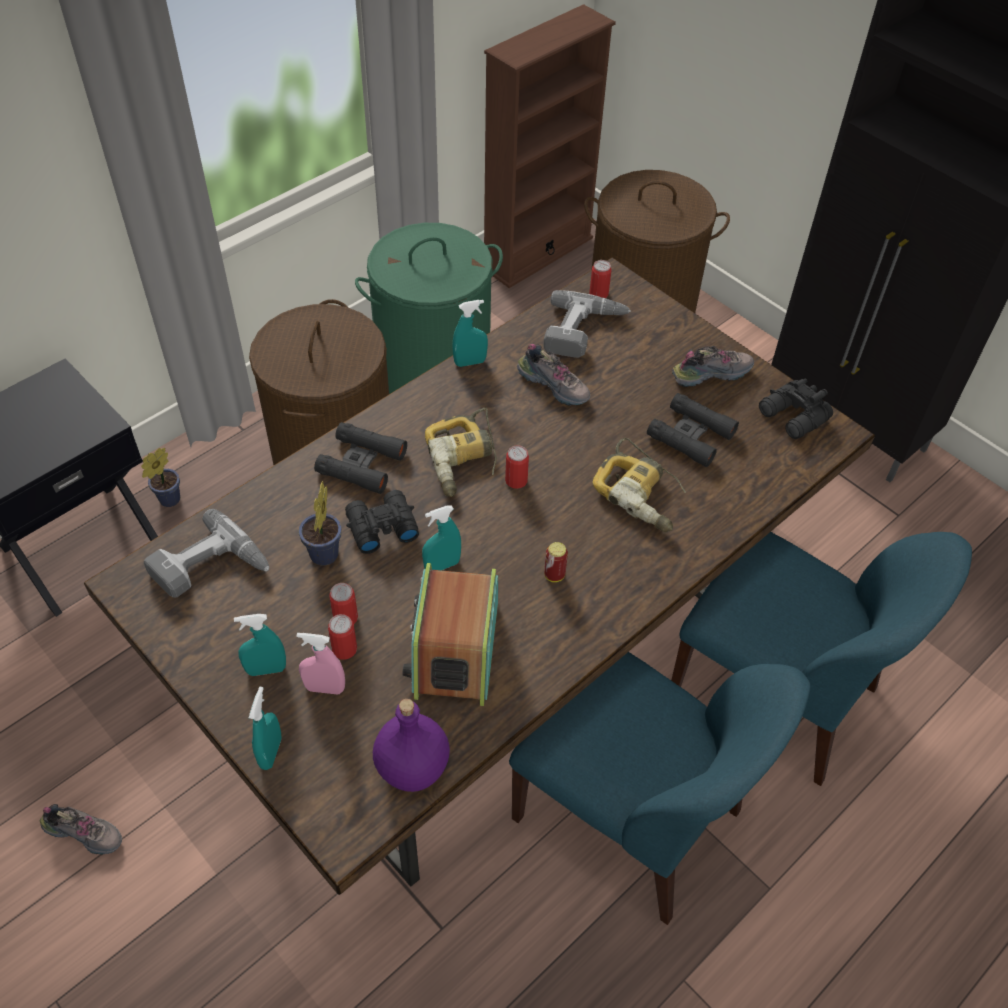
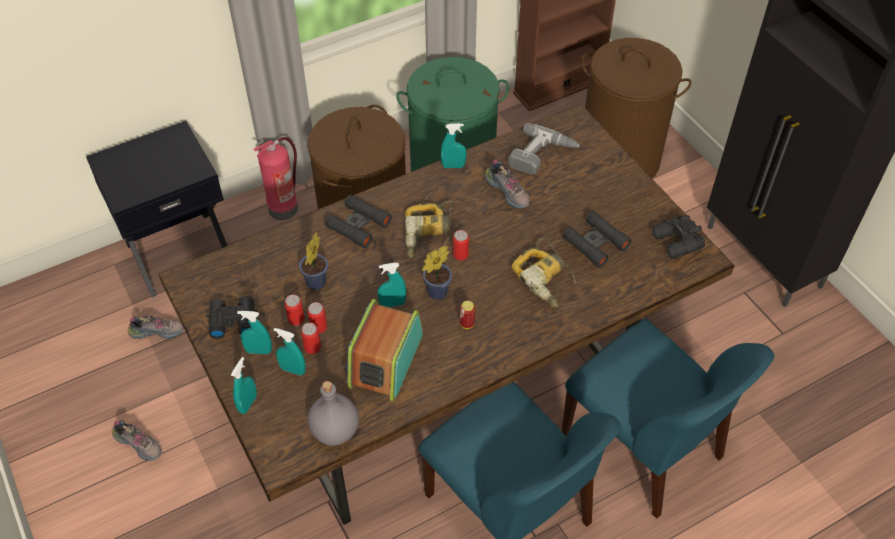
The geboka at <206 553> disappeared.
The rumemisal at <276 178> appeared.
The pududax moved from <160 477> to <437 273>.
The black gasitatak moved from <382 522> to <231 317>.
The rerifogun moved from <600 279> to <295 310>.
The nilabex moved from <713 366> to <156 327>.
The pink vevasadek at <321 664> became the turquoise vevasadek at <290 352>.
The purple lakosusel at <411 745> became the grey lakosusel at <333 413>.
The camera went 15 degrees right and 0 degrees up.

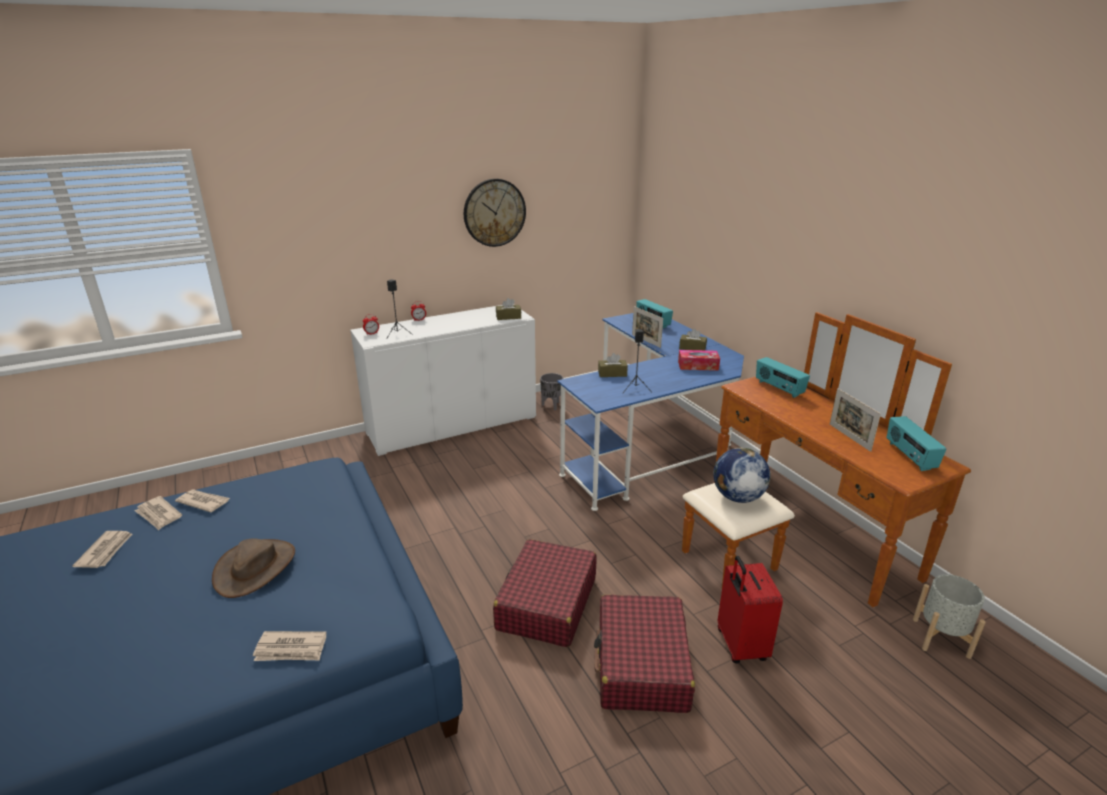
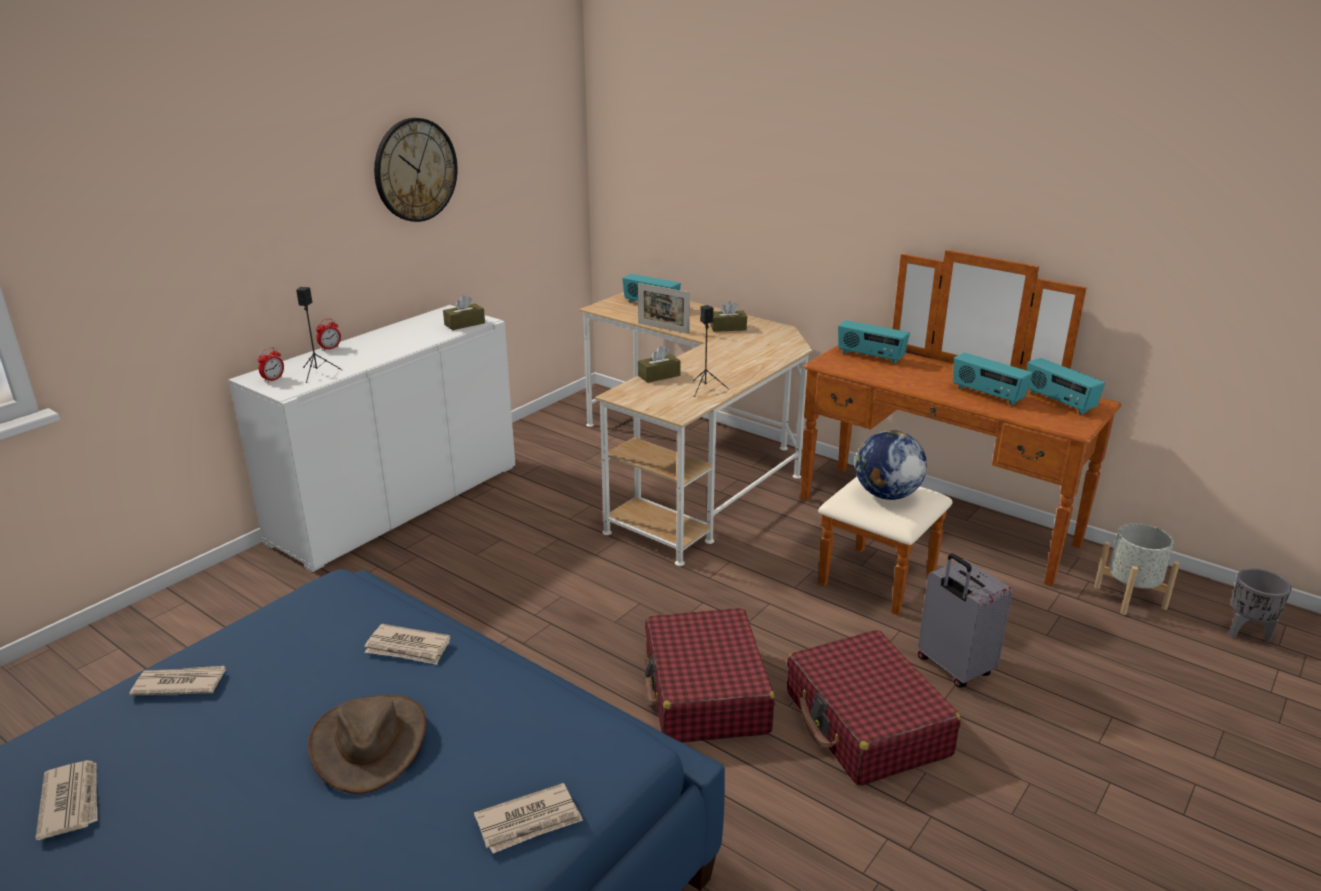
The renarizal at <699 360> disappeared.
The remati moved from <158 513> to <407 644>.
The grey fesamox moved from <552 391> to <1260 605>.
The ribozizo at <855 420> was replaced by the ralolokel at <992 379>.
The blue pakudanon at <651 412> became the beige pakudanon at <696 429>.
The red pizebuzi at <750 609> became the grey pizebuzi at <965 620>.
The camera went 25 degrees left and 0 degrees up.

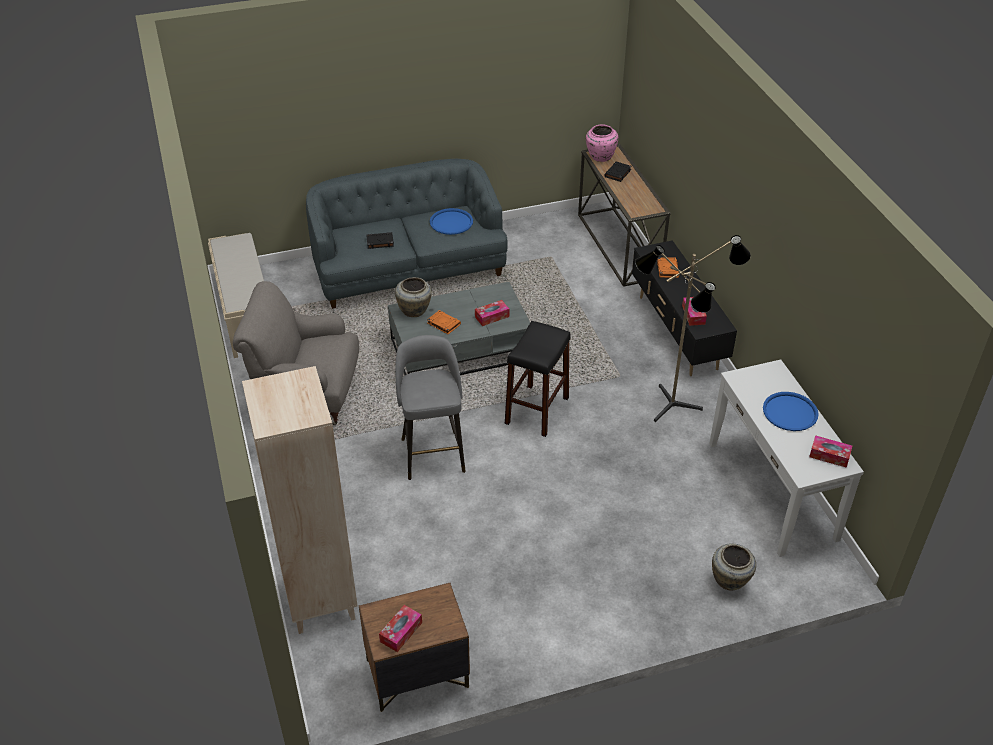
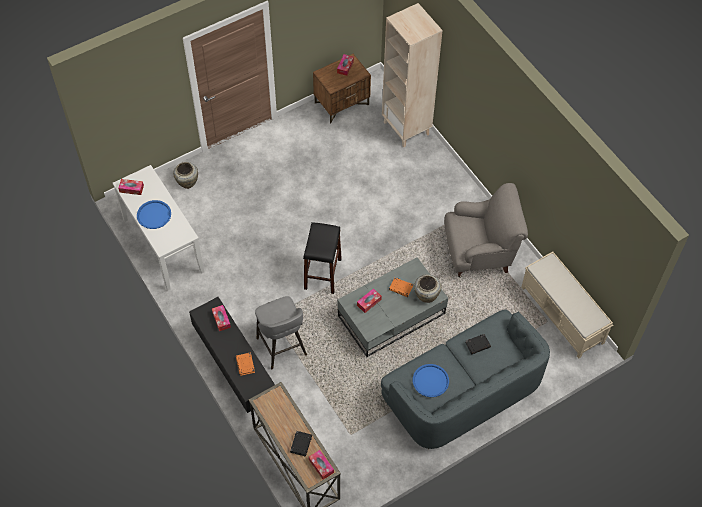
The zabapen at <693 328> disappeared.
The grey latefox moved from <430 407> to <281 333>.
The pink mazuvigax at <602 143> was replaced by the renarizal at <321 465>.
The camera went 165 degrees right and 15 degrees up.

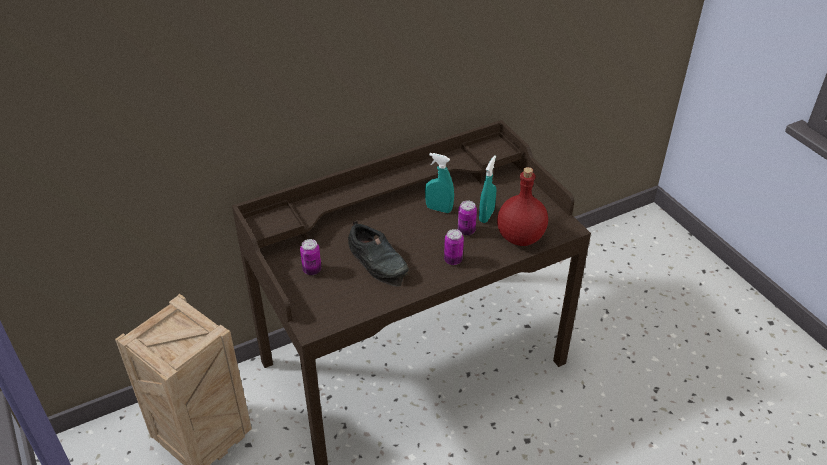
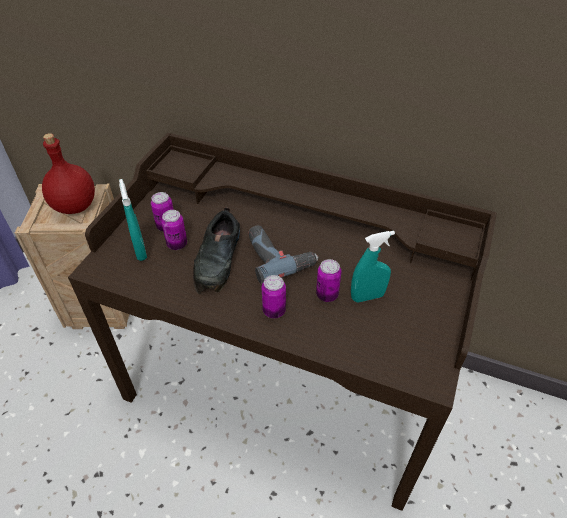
The rerifogun at <174 230> appeared.
The geboka at <283 255> appeared.
The turquoise vevasadek moved from <439 183> to <133 220>.
The red lakosusel moved from <522 206> to <68 173>.
The camera went 50 degrees right and 5 degrees up.

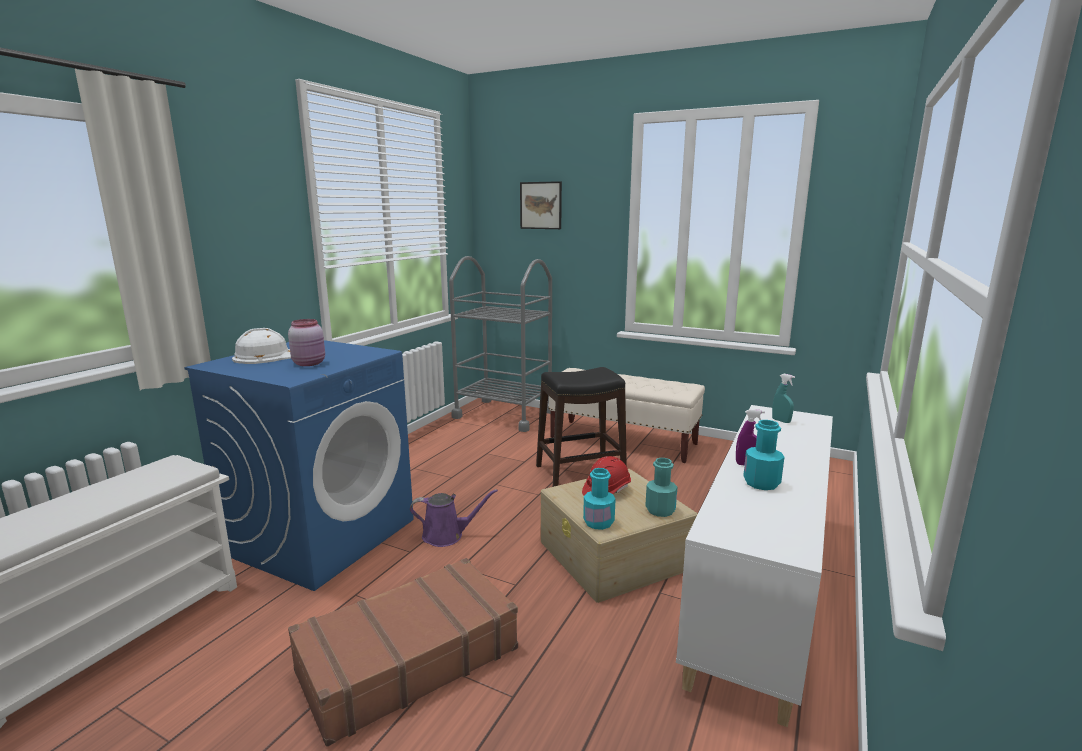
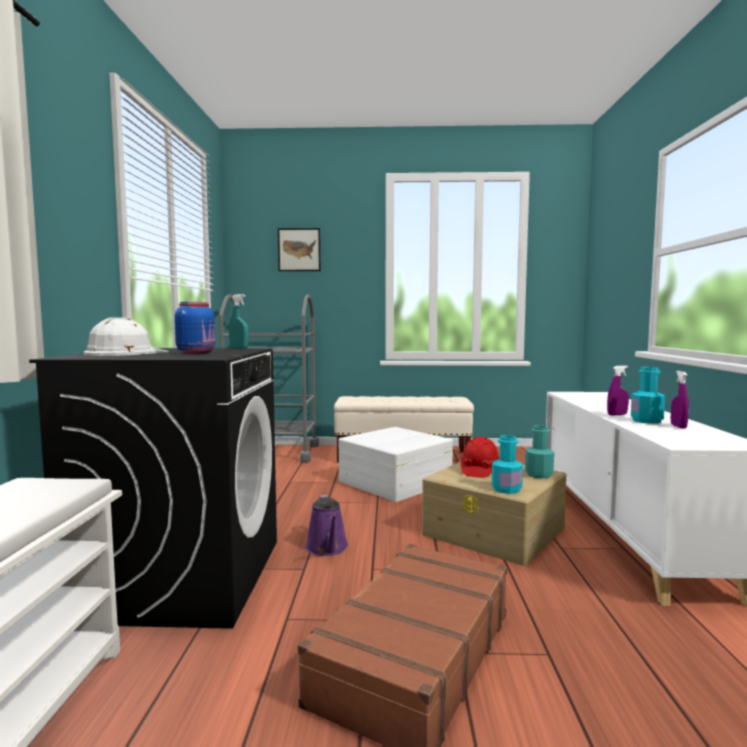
The purple vevasadek at <680 399> appeared.
The turquoise vevasadek moved from <783 398> to <239 321>.
The black latefox at <581 427> was replaced by the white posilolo at <396 464>.
The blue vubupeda at <299 465> became the black vubupeda at <153 488>.
The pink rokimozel at <306 342> became the blue rokimozel at <194 328>.
The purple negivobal at <454 518> turned 105 degrees clockwise.
The camera went 25 degrees left and 10 degrees down.

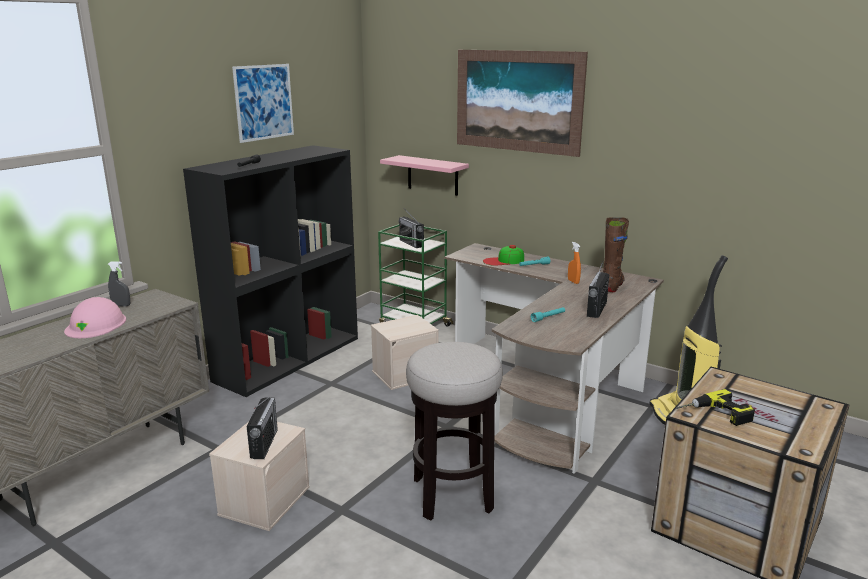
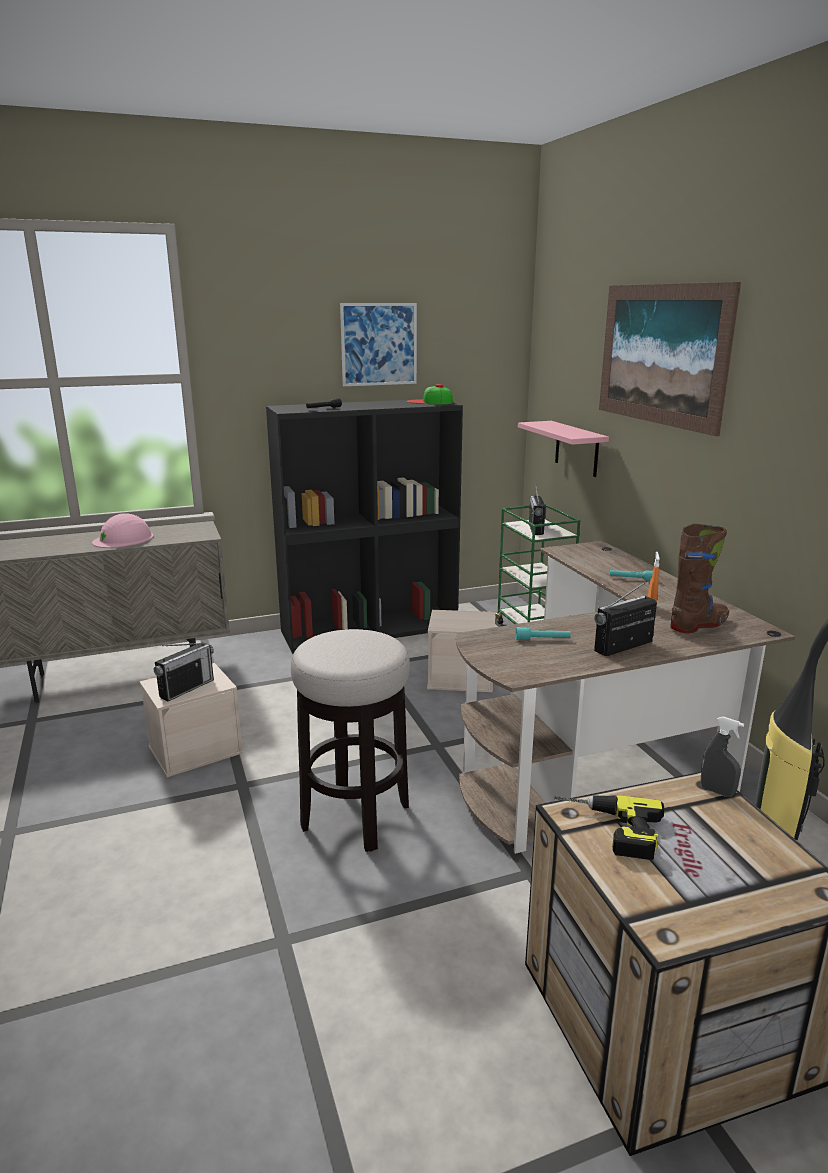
The grey vevasadek moved from <119 284> to <722 757>.
The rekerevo moved from <503 255> to <429 394>.
The camera went 35 degrees right and 0 degrees up.

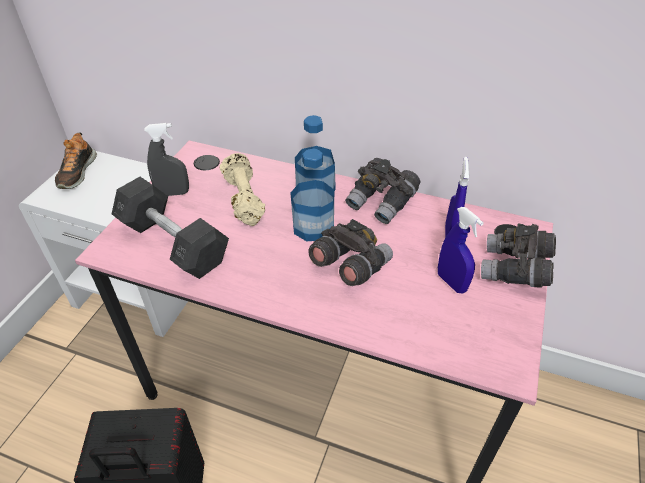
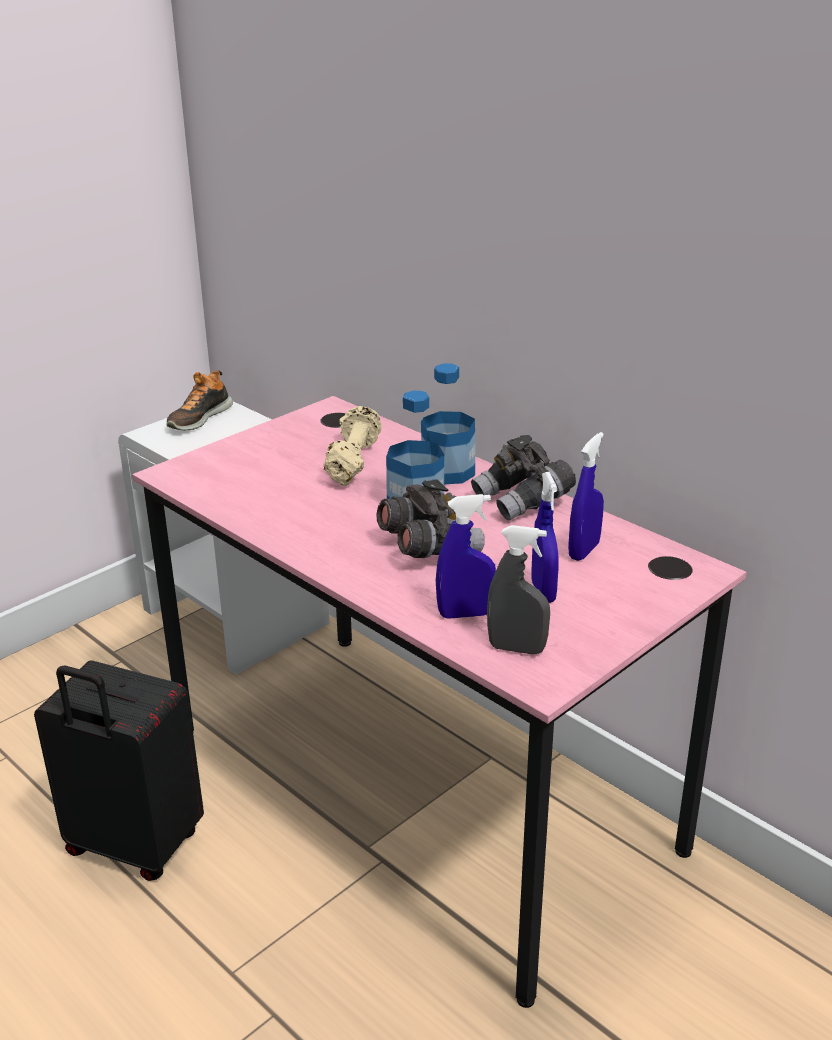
The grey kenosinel at <170 228> disappeared.
The grey gasitatak at <518 256> disappeared.
The blue vevasadek at <466 556> appeared.
The grey vevasadek moved from <166 159> to <518 590>.
The camera went 25 degrees right and 15 degrees down.

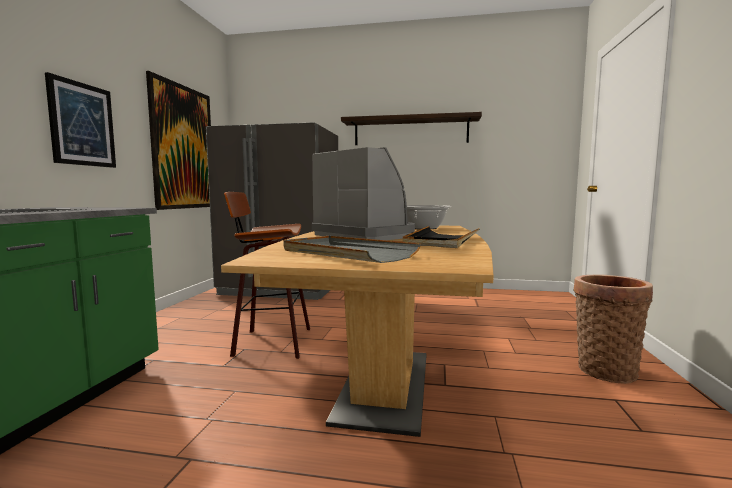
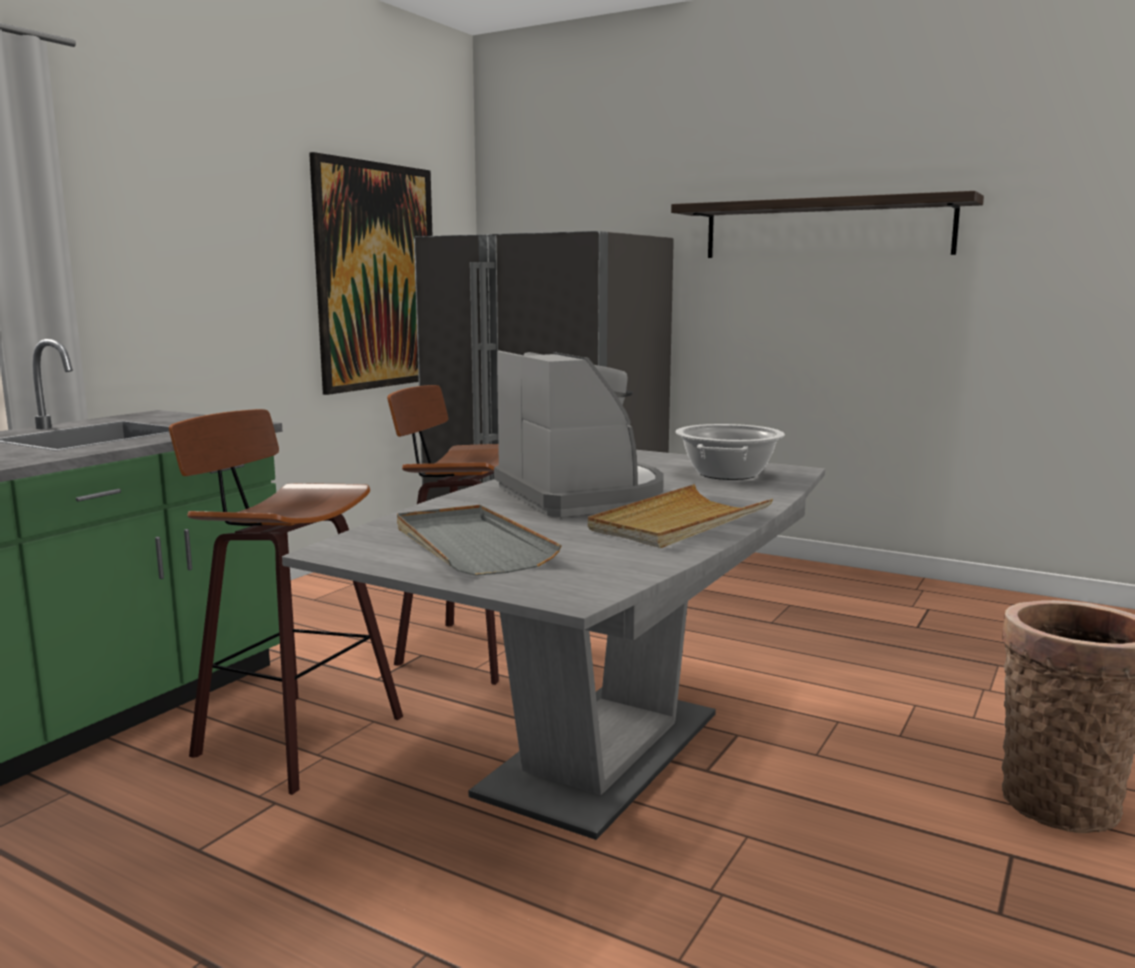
The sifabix at <80 120> disappeared.
The latefox at <286 602> appeared.
The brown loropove at <357 331> became the grey loropove at <553 645>.
The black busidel at <441 237> became the beige busidel at <680 516>.
The camera went 20 degrees right and 5 degrees up.

